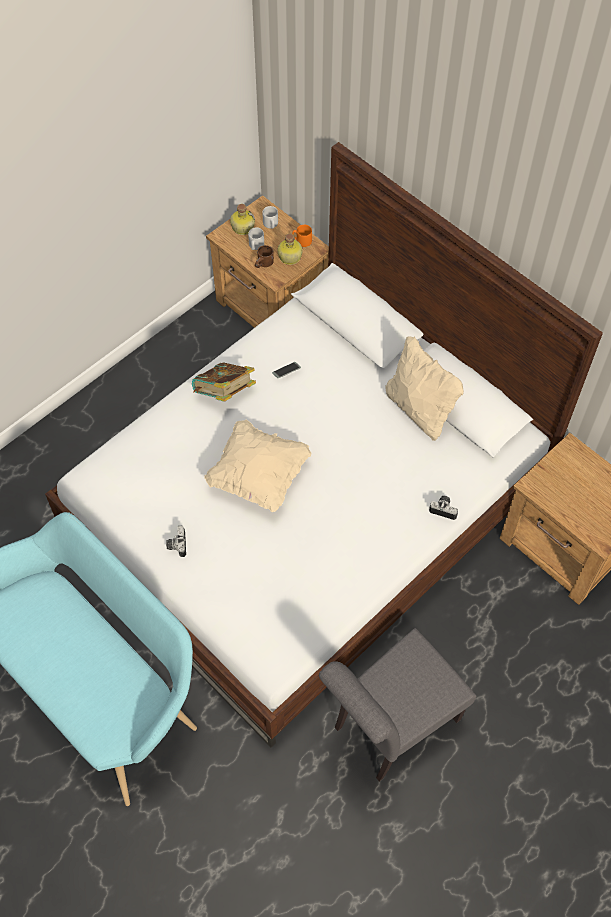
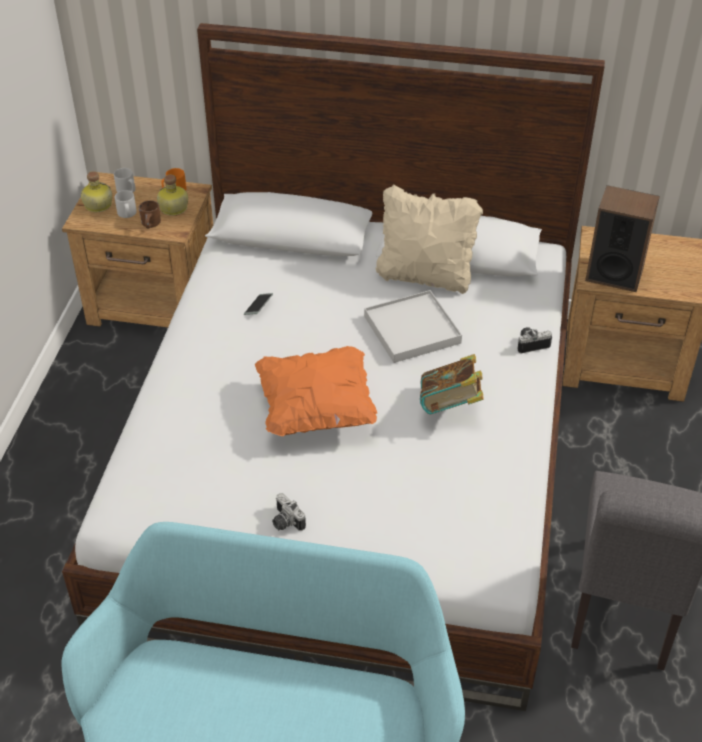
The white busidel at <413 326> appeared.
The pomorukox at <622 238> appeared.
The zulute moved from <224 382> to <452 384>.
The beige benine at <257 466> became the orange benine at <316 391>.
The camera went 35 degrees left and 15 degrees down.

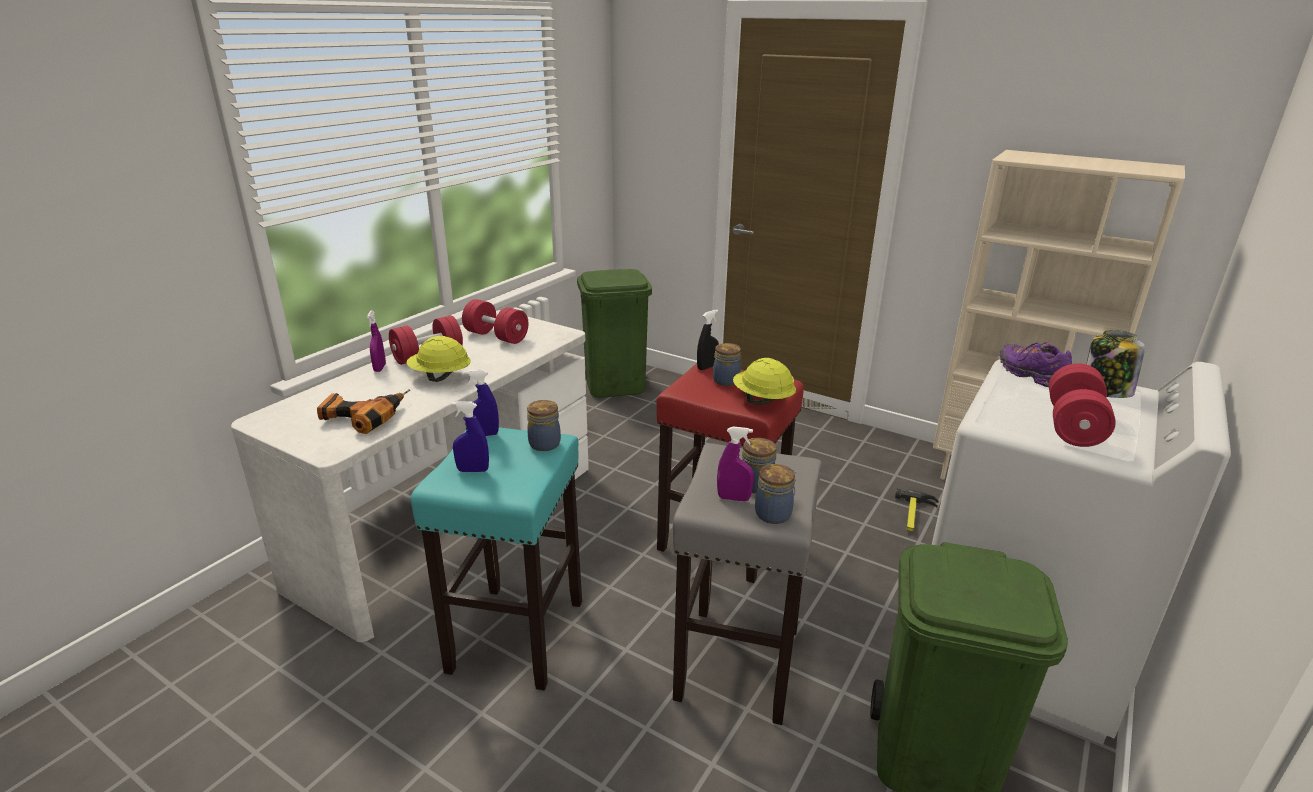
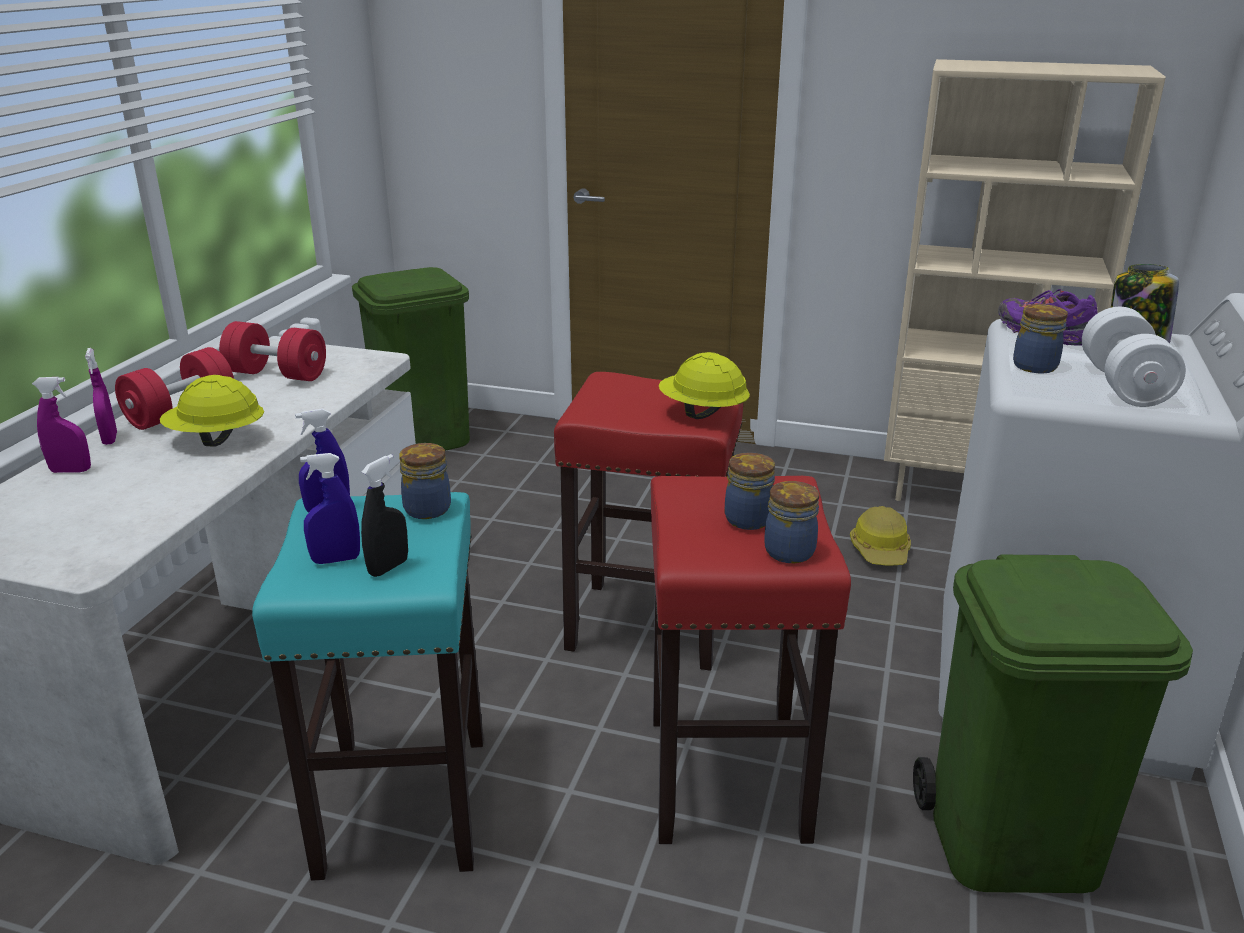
The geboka at <363 411> disappeared.
The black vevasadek moved from <708 340> to <384 515>.
The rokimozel moved from <727 364> to <1040 338>.
The purple vevasadek moved from <735 464> to <61 425>.
The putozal at <917 510> was replaced by the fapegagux at <880 536>.
The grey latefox at <747 584> became the red latefox at <751 660>.
The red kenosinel at <1082 405> became the white kenosinel at <1134 357>.
The camera went 15 degrees left and 0 degrees up.

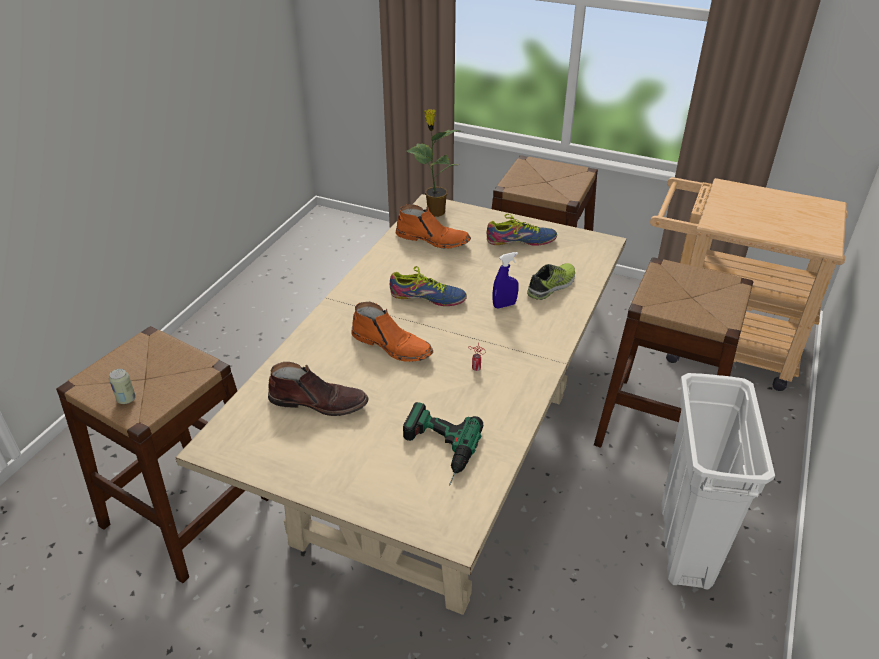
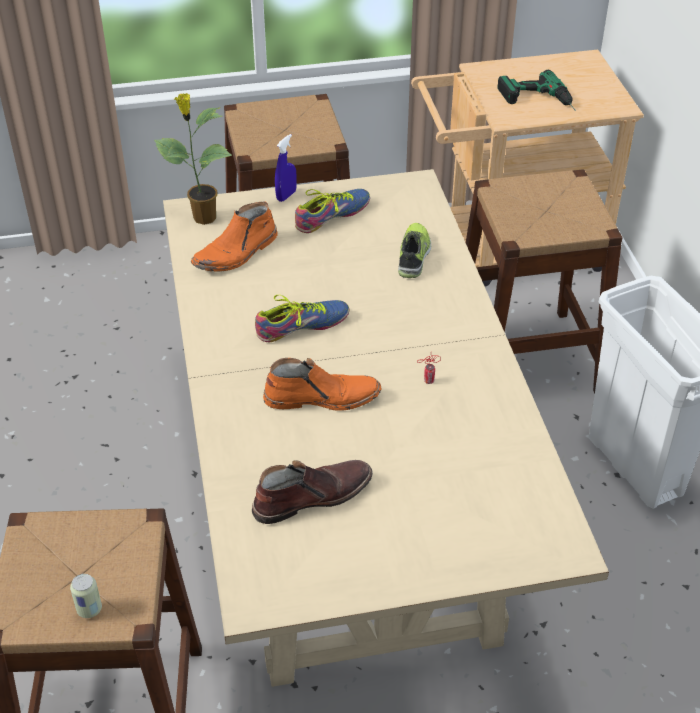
The geboka moved from <443 444> to <536 90>.
The blue vevasadek moved from <506 280> to <286 168>.
The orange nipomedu at <433 226> turned 150 degrees clockwise.
The camera went 35 degrees left and 5 degrees up.

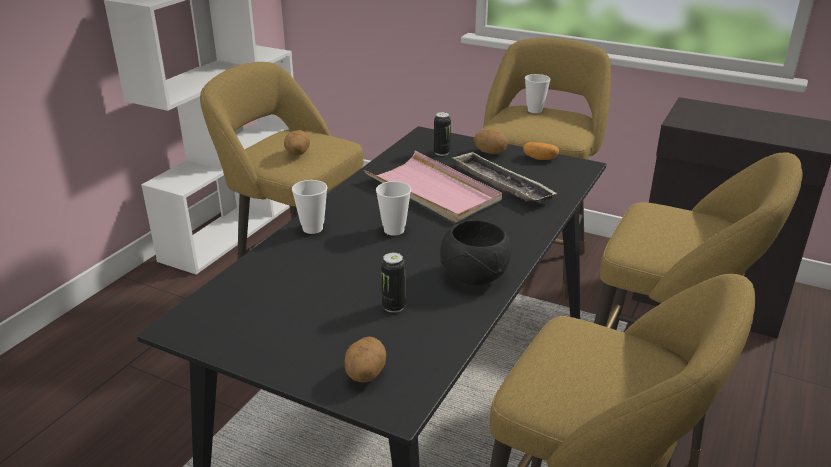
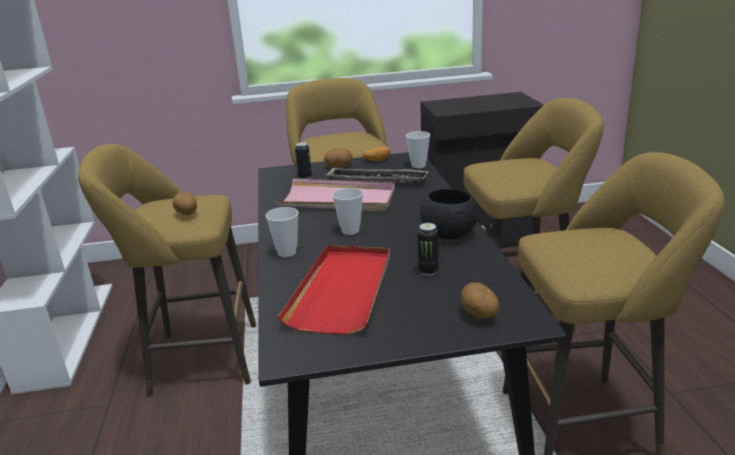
The red busidel at <334 289> appeared.
The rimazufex moved from <538 93> to <418 149>.
The camera went 35 degrees left and 5 degrees down.

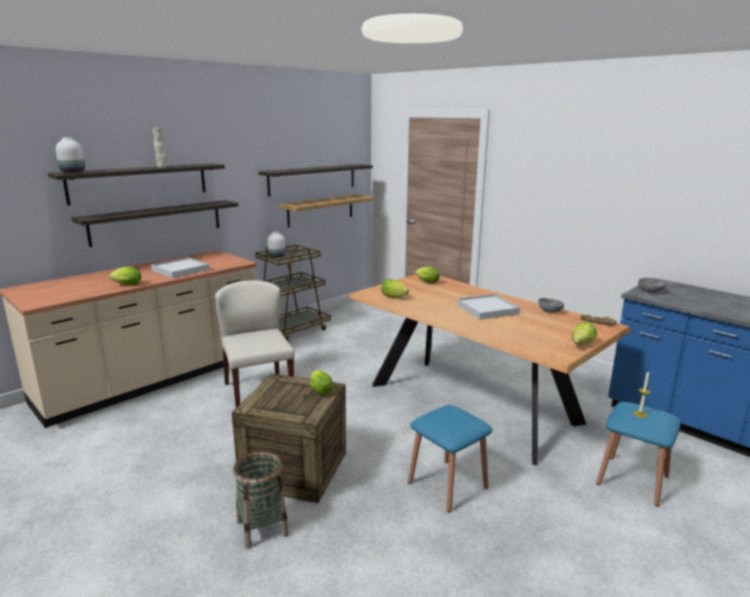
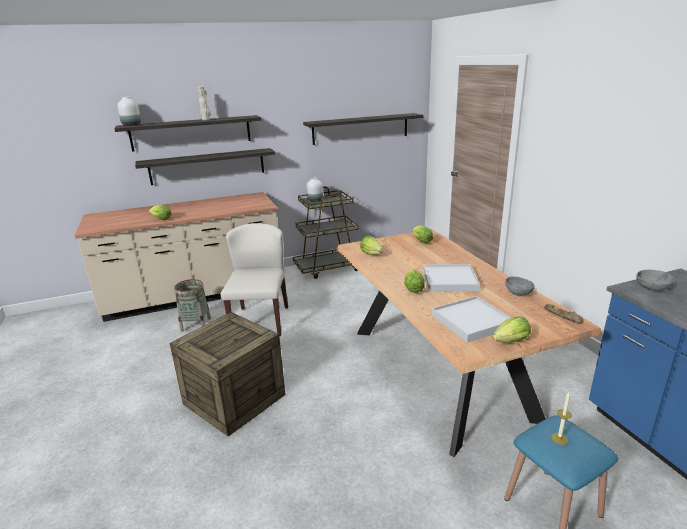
The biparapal at <327 210> disappeared.
The blue latefox at <450 459> disappeared.
The white busidel moved from <180 267> to <471 319>.
The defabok moved from <261 500> to <192 305>.
The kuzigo moved from <321 382> to <414 281>.
The camera went 25 degrees right and 5 degrees up.

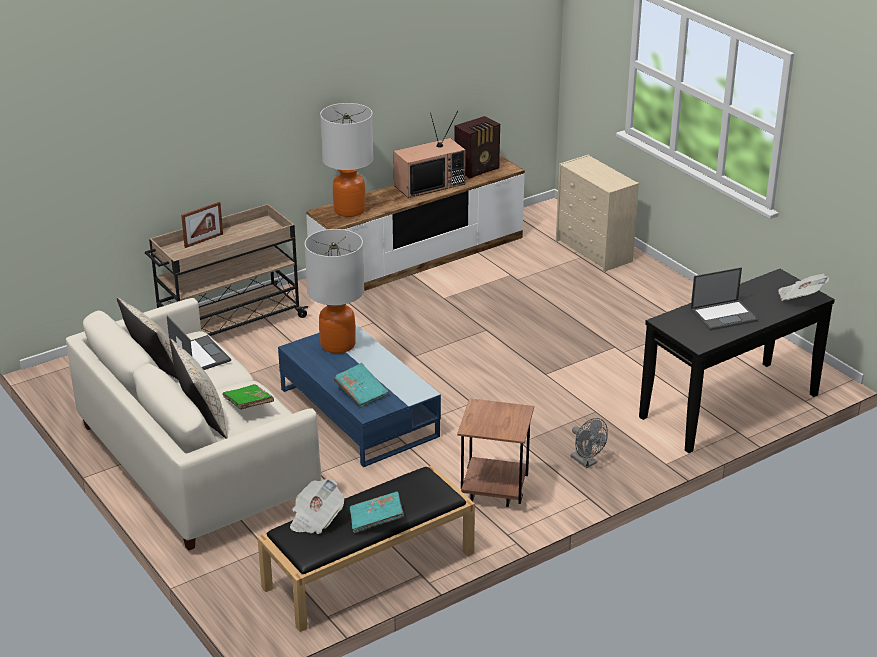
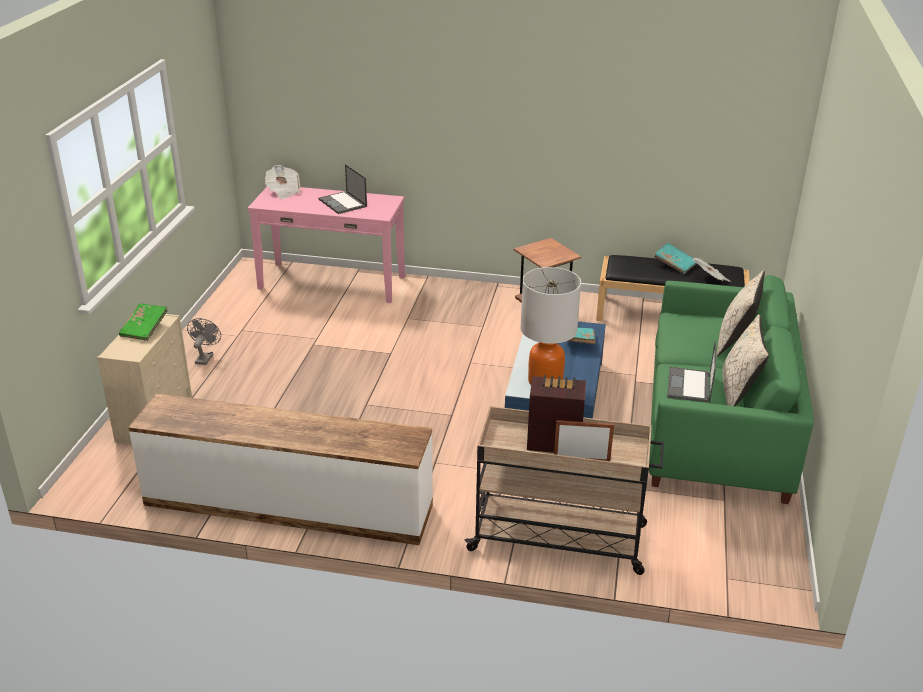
The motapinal at <347 160> disappeared.
The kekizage at <429 154> disappeared.
The green zulute moved from <248 397> to <143 322>.
The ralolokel moved from <477 147> to <556 414>.
The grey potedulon moved from <589 443> to <204 341>.
The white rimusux at <193 424> became the green rimusux at <731 389>.
The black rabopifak at <737 361> became the pink rabopifak at <326 245>.
The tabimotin at <724 299> turned 150 degrees counterclockwise.
The camera went 135 degrees left and 0 degrees up.

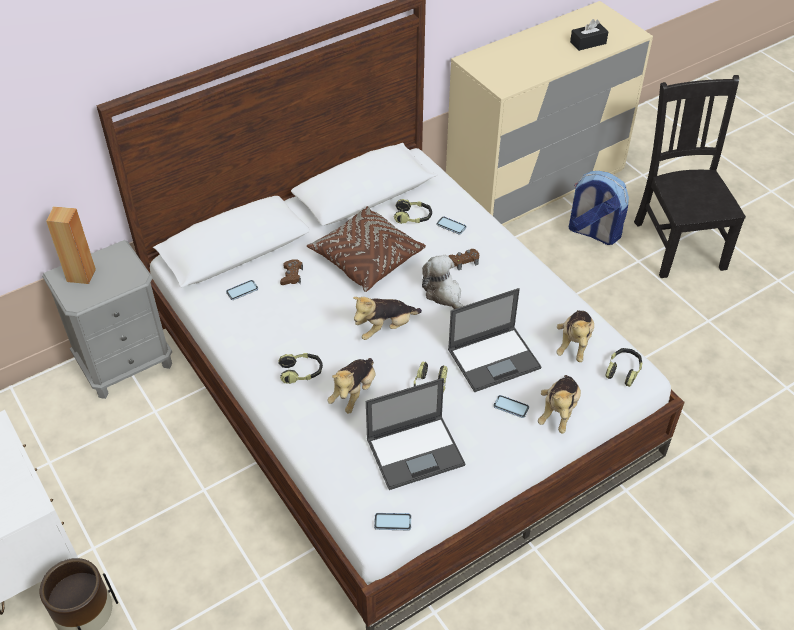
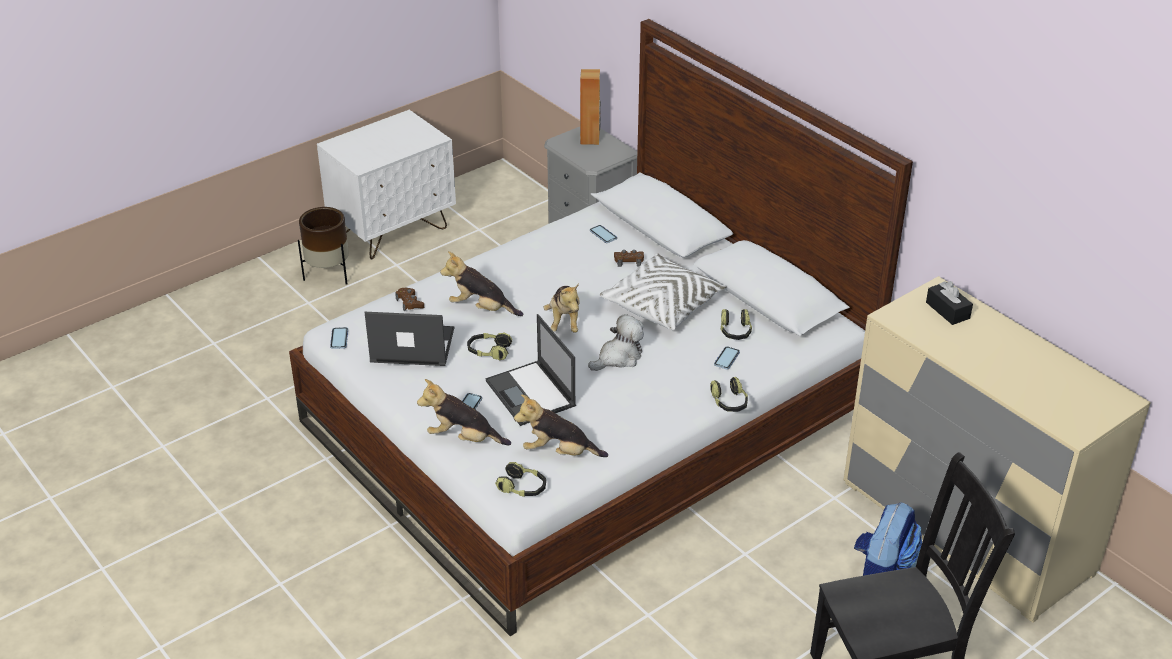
The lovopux moved from <301 368> to <729 394>.
The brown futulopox moved from <463 259> to <409 299>.
The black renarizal moved from <589 35> to <949 303>.
The brown benine at <366 249> became the white benine at <663 291>.
The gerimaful at <387 318> turned 150 degrees counterclockwise.
The tabimotin at <416 434> turned 120 degrees clockwise.
The camera went 85 degrees right and 10 degrees down.

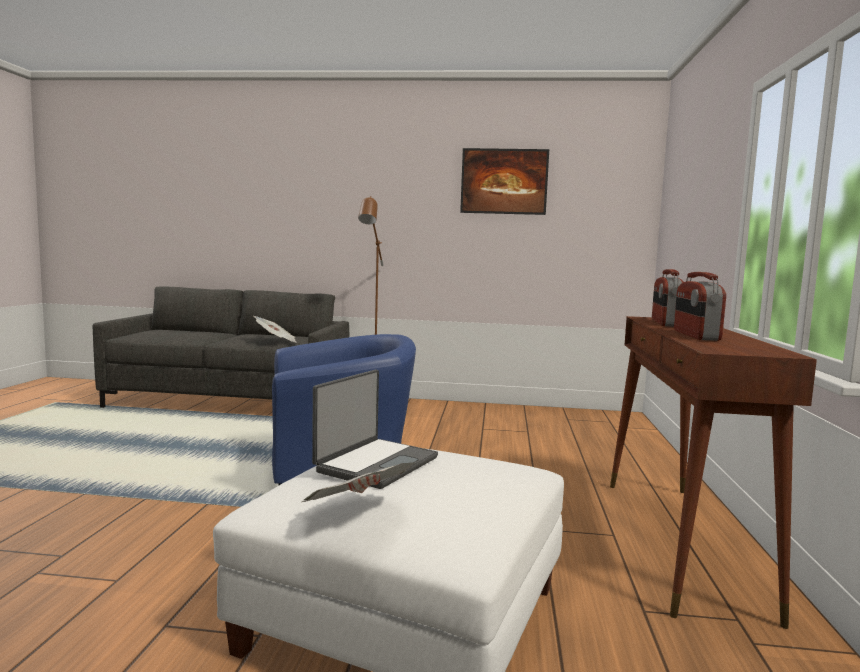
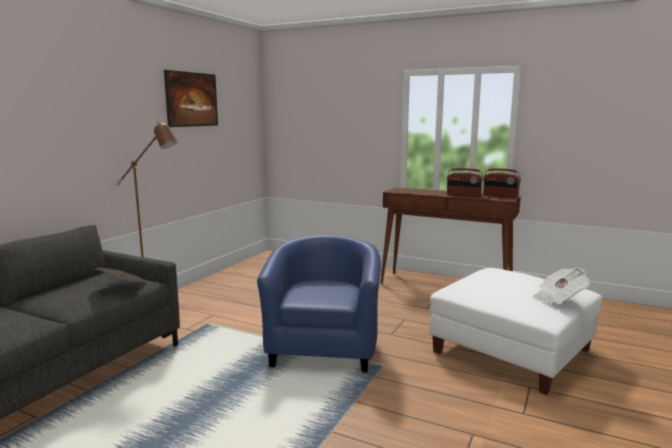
The tabimotin at <375 429> disappeared.
The ralolokel moved from <667 298> to <502 183>.
The camera went 70 degrees left and 5 degrees up.

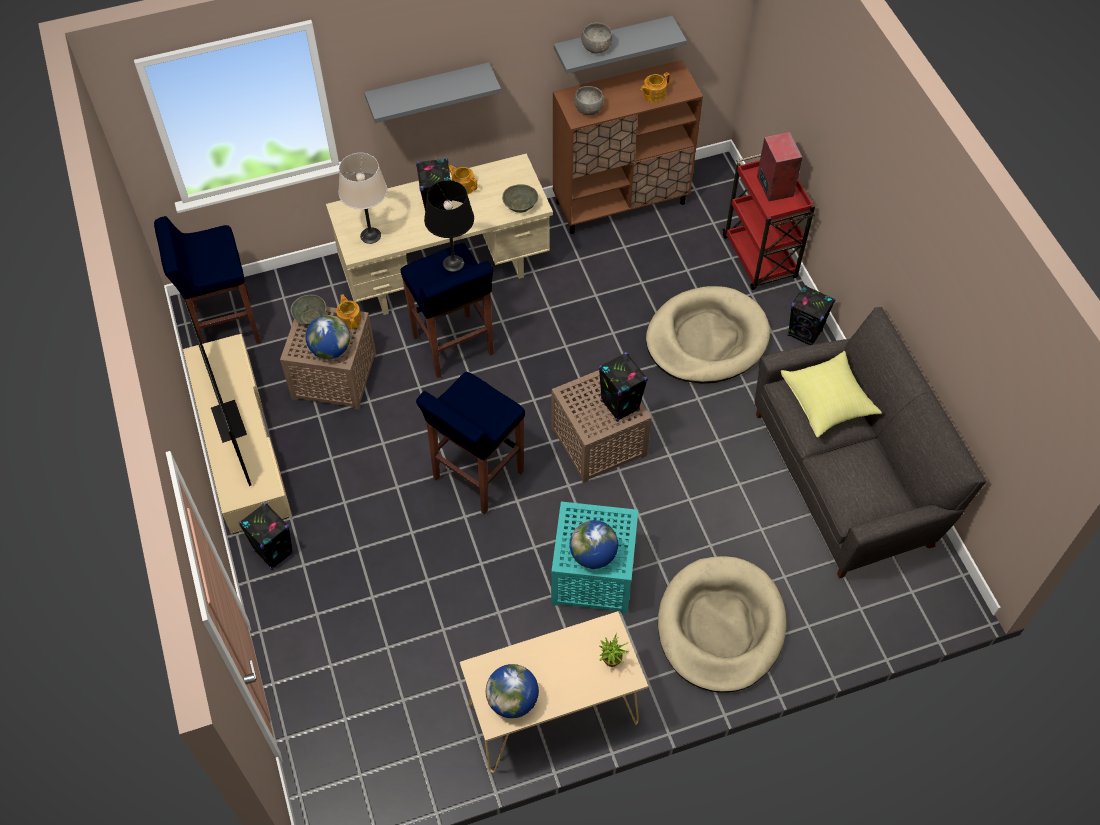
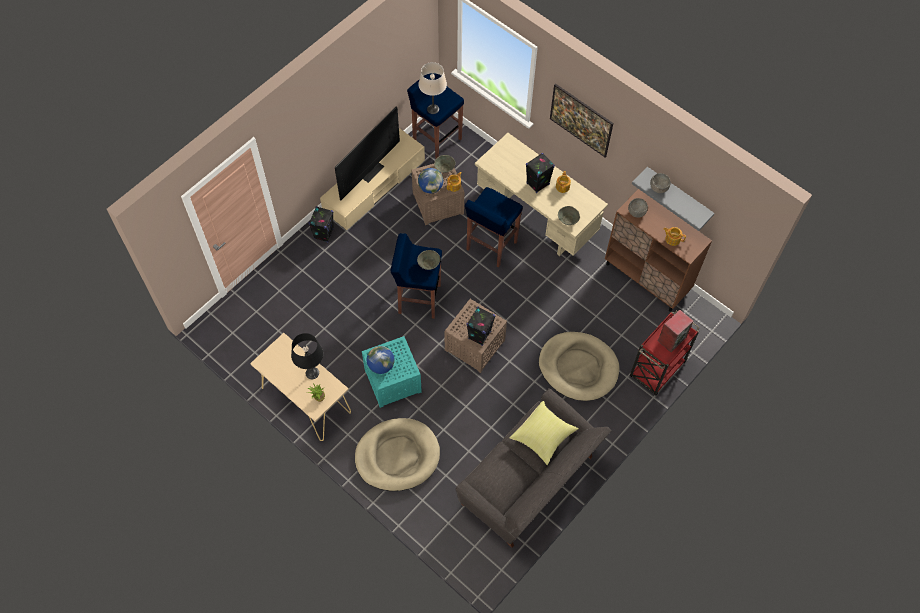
The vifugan at <512 691> disappeared.
The black pomorukox at <812 315> disappeared.
The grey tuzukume at <428 260> appeared.
The beige motapinal moved from <363 198> to <432 88>.
The black motapinal moved from <449 226> to <307 356>.
The grey biparapal at <432 92> was replaced by the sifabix at <581 120>.
The camera went 60 degrees right and 5 degrees up.

